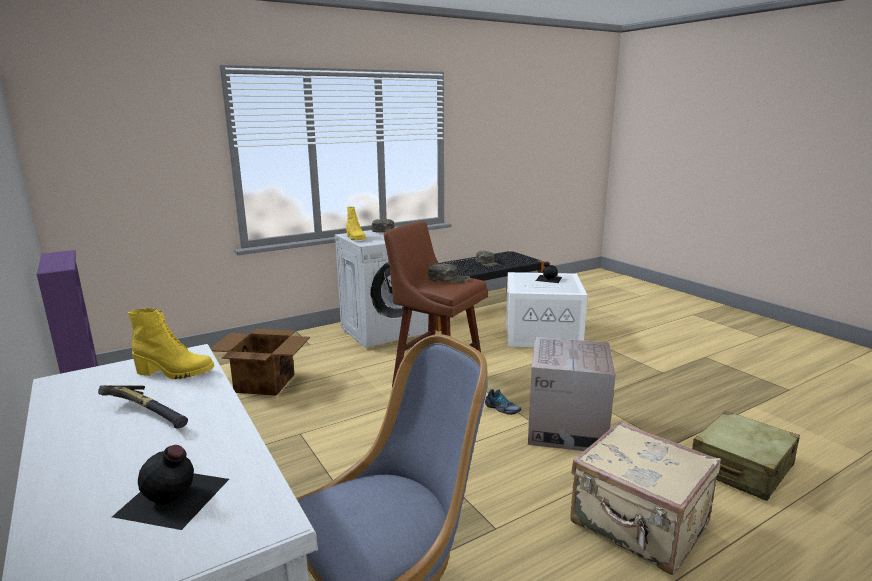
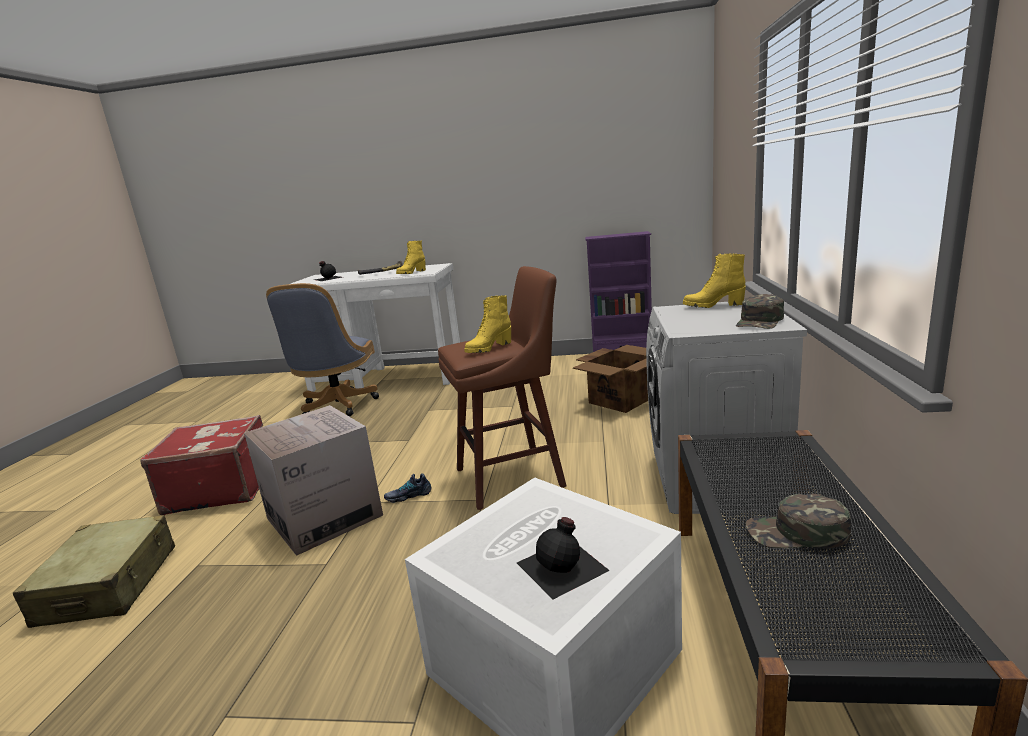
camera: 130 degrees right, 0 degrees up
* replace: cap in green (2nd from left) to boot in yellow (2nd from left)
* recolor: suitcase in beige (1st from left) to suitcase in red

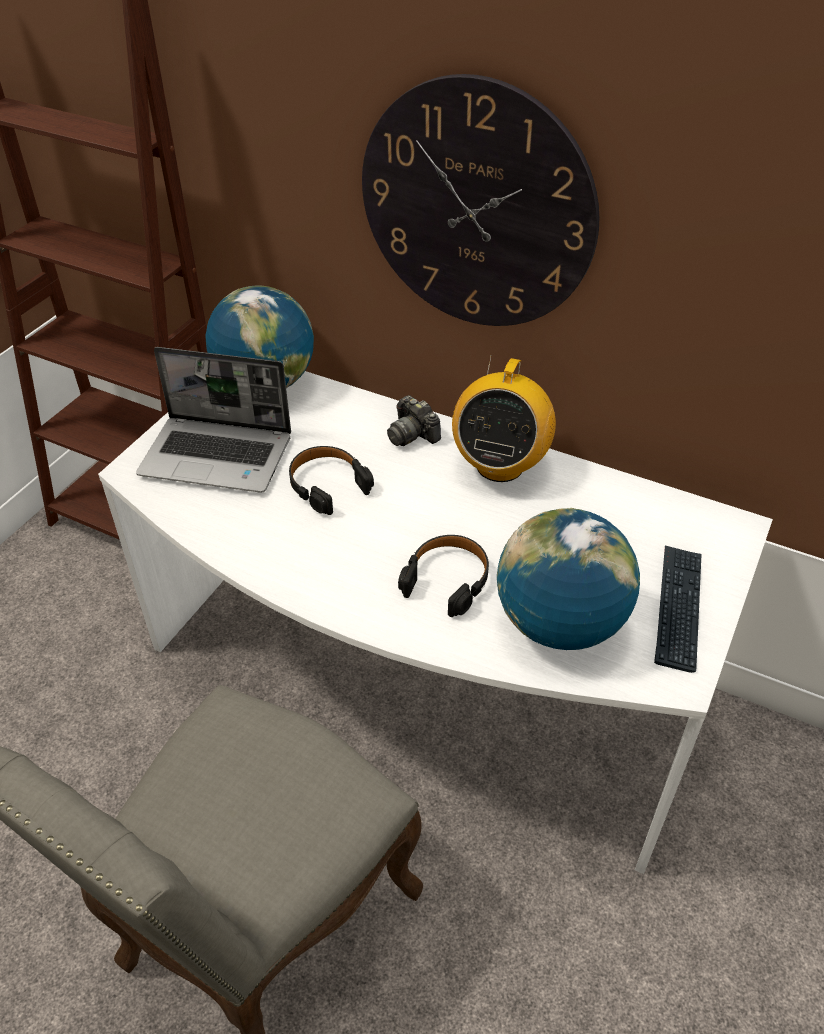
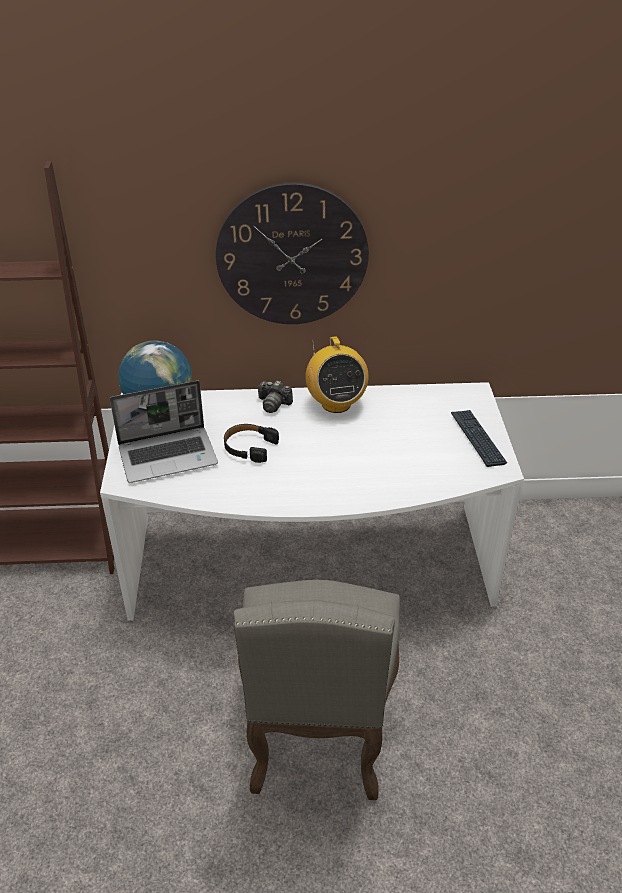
camera: 30 degrees left, 5 degrees down
* delete: globe (2nd from left)
* delete: headphones in black (2nd from left)

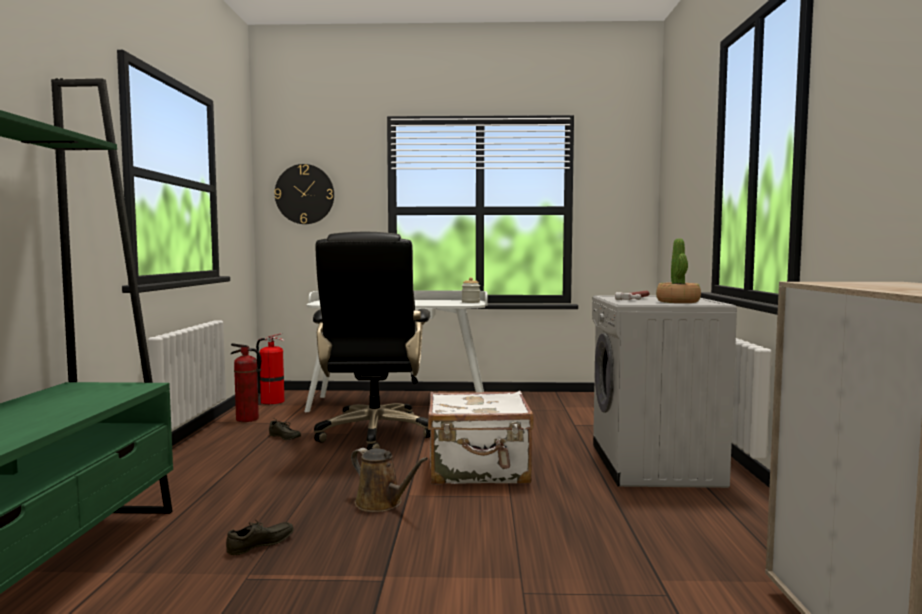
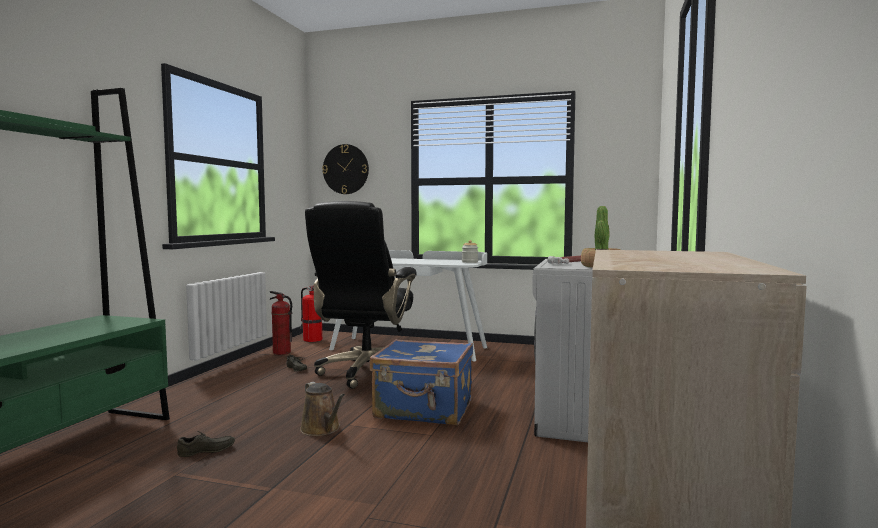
camera: 15 degrees right, 0 degrees up
* recolor: suitcase in white to suitcase in blue

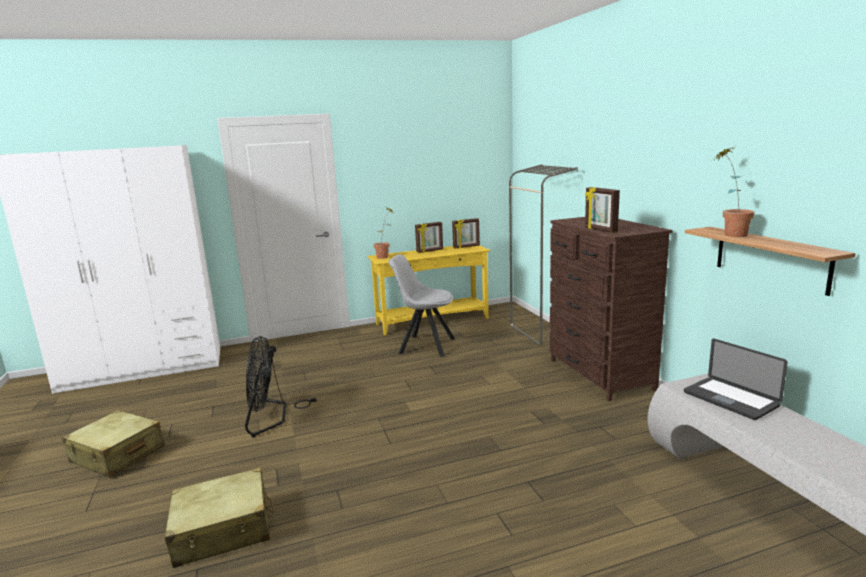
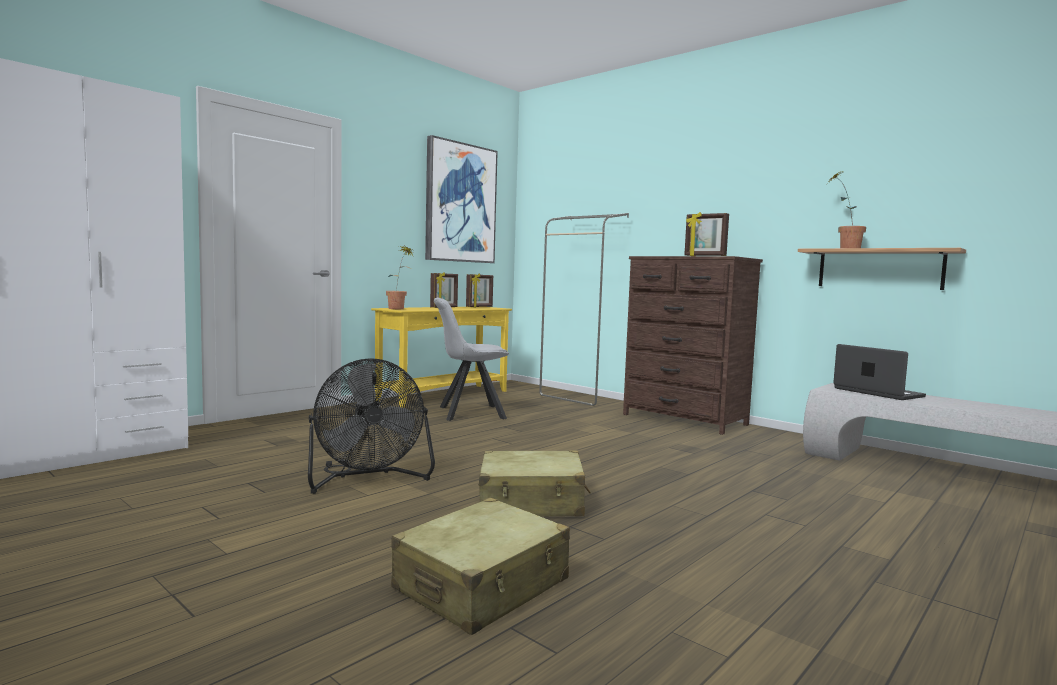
camera: 30 degrees left, 10 degrees down
* rotate: fan in black 75 degrees counterclockwise
* rotate: laptop 150 degrees counterclockwise
* move: suitcase in beige (1st from left in the first image) to suitcase in beige (2nd from left)
* insert: picture

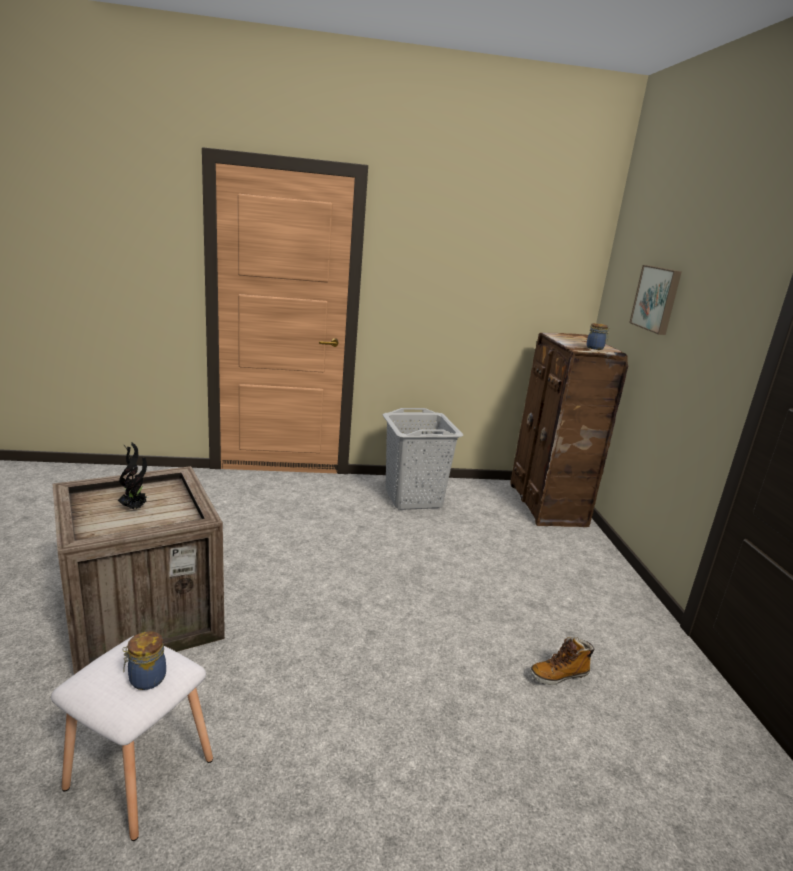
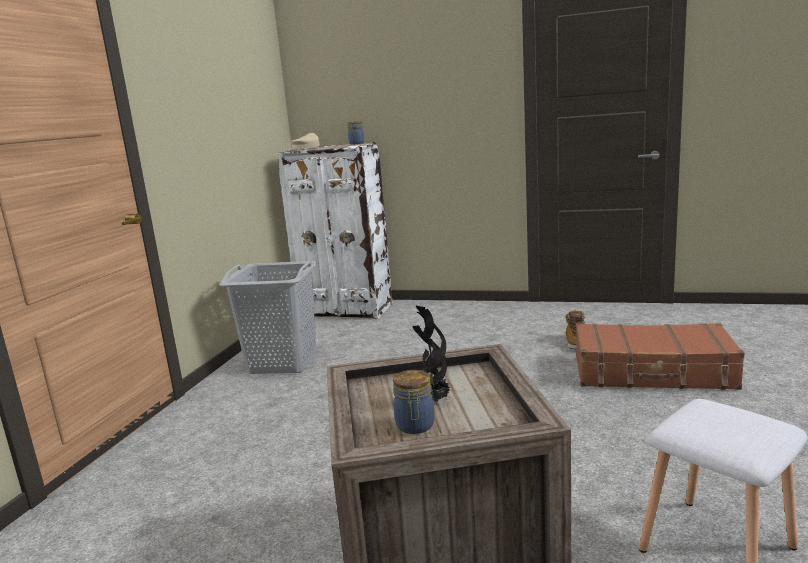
camera: 65 degrees left, 5 degrees down
* delete: picture
* recolor: cabinet in brown to cabinet in white
* move: jar (1st from left in the first image) to jar (2nd from left)
* insert: cap in beige
* insert: suitcase in brown

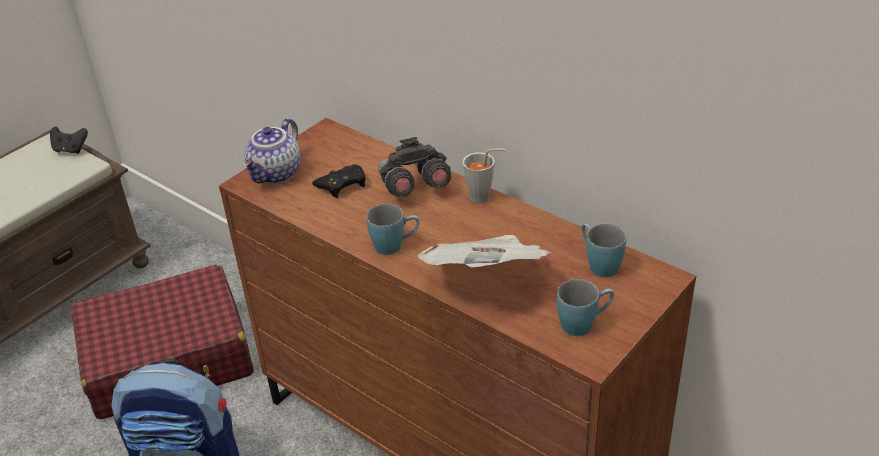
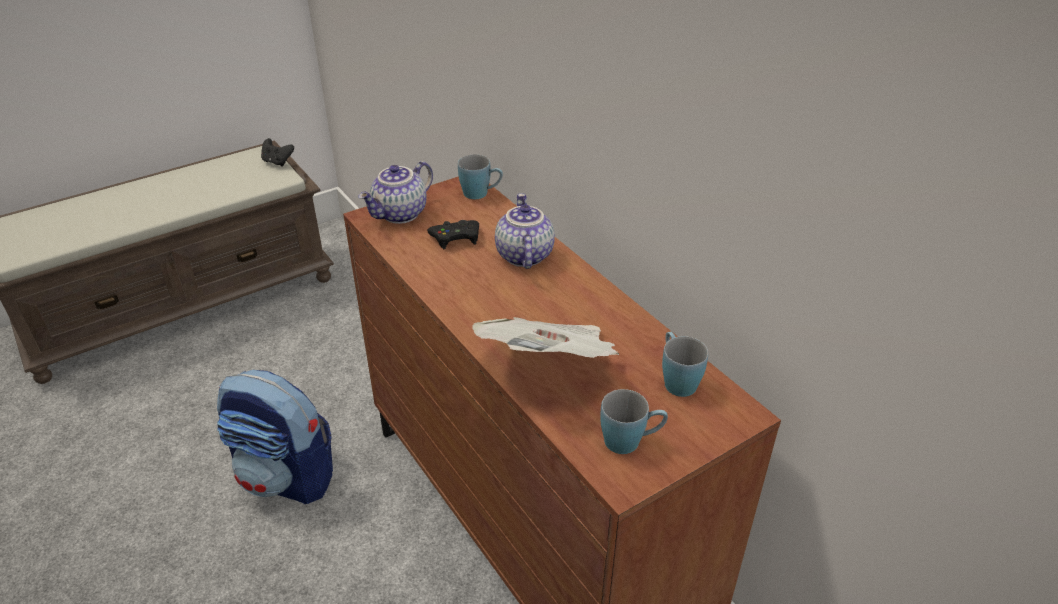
camera: 15 degrees right, 0 degrees up
* replace: binoculars in grey to teapot (2nd from left)
* delete: cup in grey
* move: mug in blue (1st from left)
* delete: suitcase in red

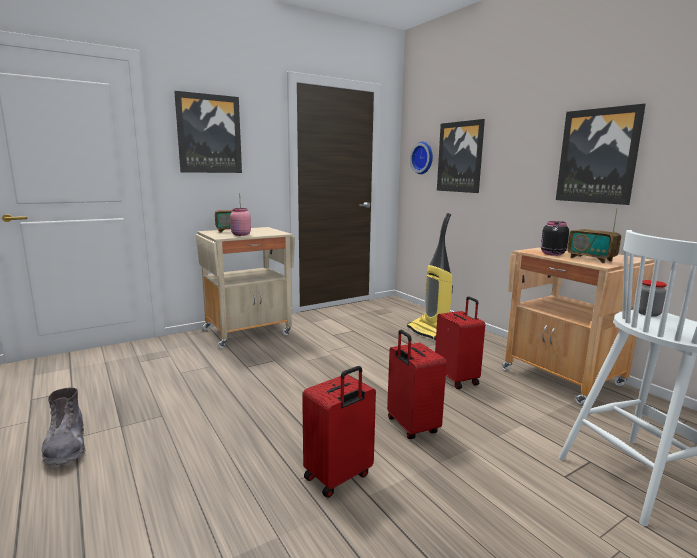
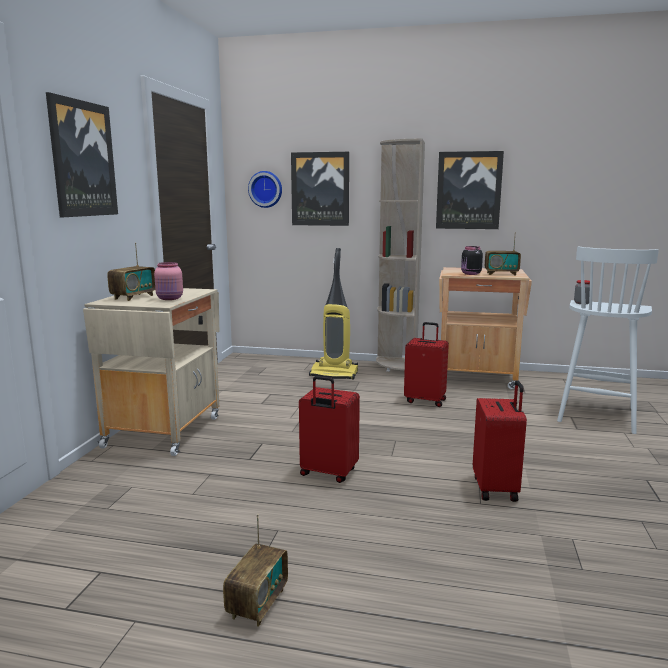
camera: 45 degrees left, 0 degrees up
* move: suitcase in red (2nd from left in the first image) to suitcase in red (1st from left)
* replace: boot in grey to radio (2nd from left)
* insert: bookcase in beige

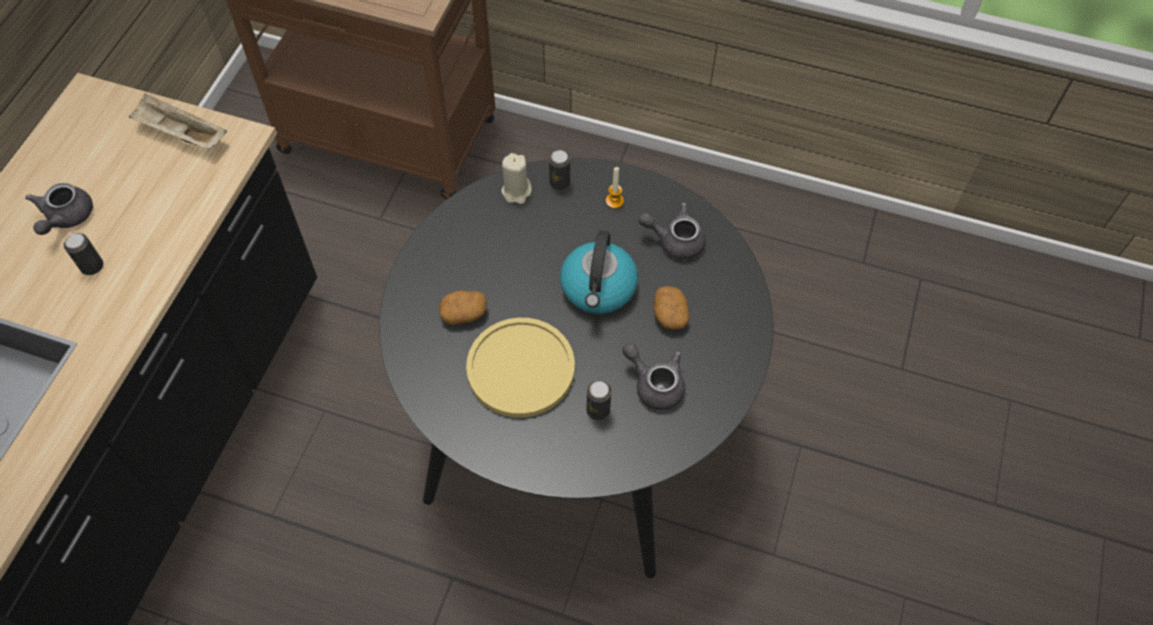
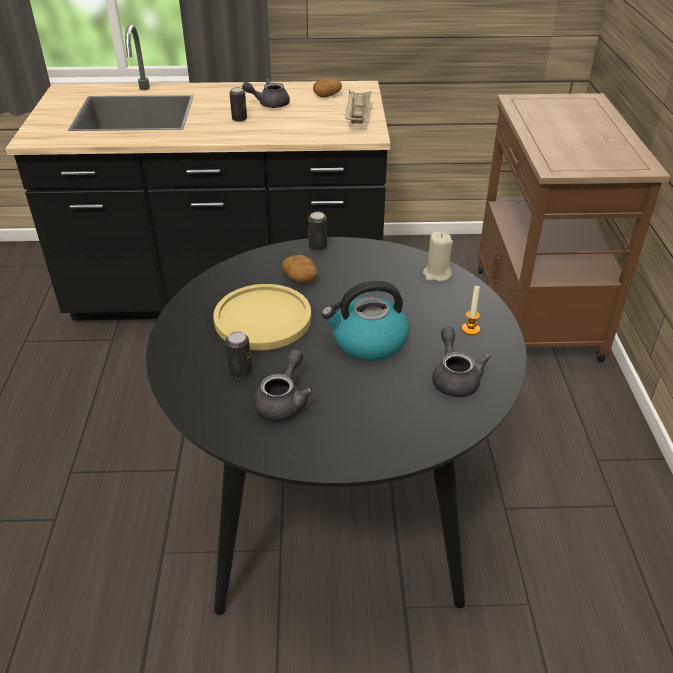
camera: 70 degrees right, 20 degrees down
* move: can (2nd from left in the first image) to can (3rd from left)
* move: potato (2nd from left)

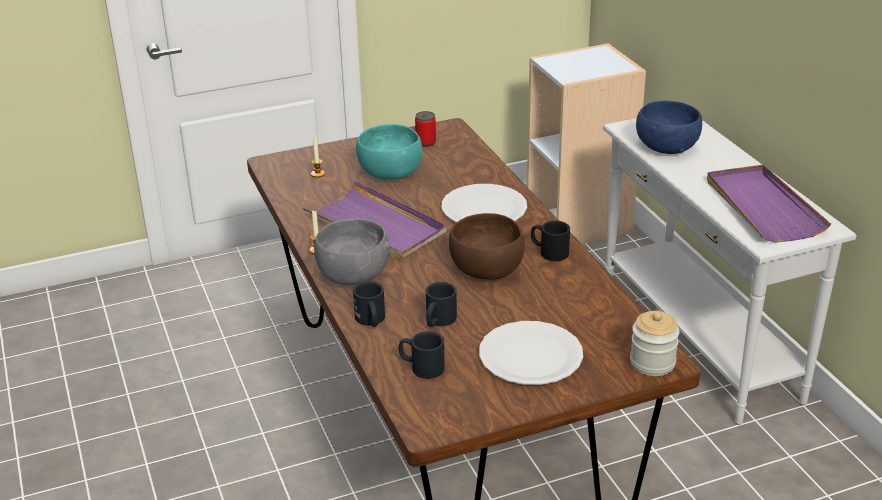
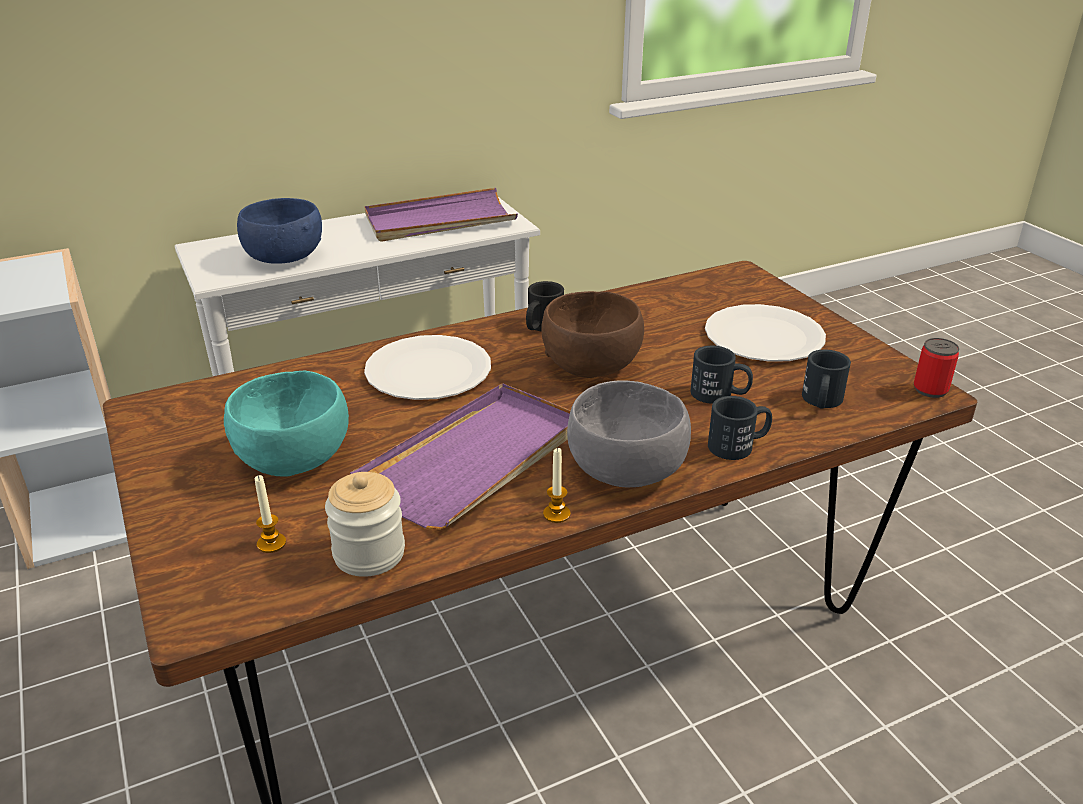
camera: 95 degrees left, 0 degrees up
* move: can
* move: jar

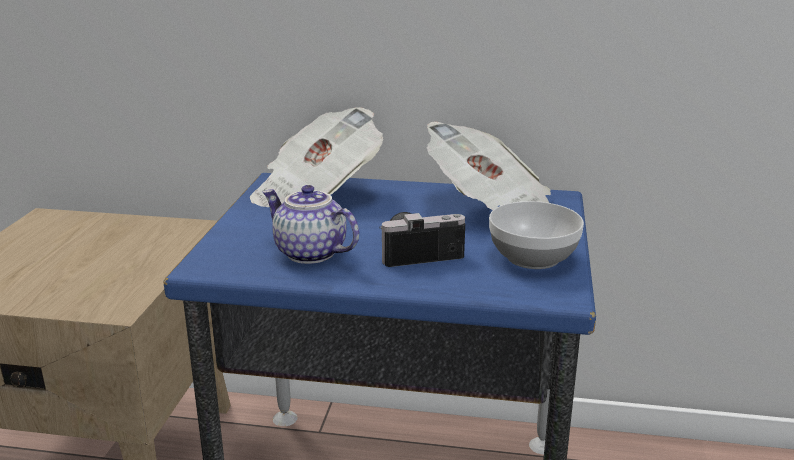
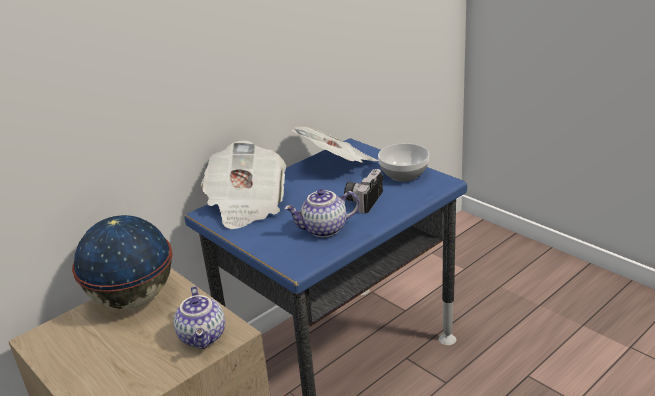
camera: 50 degrees left, 5 degrees up
* insert: globe
* insert: teapot (1st from left)

